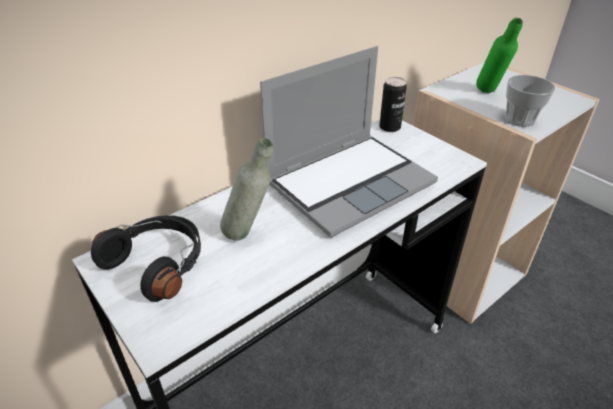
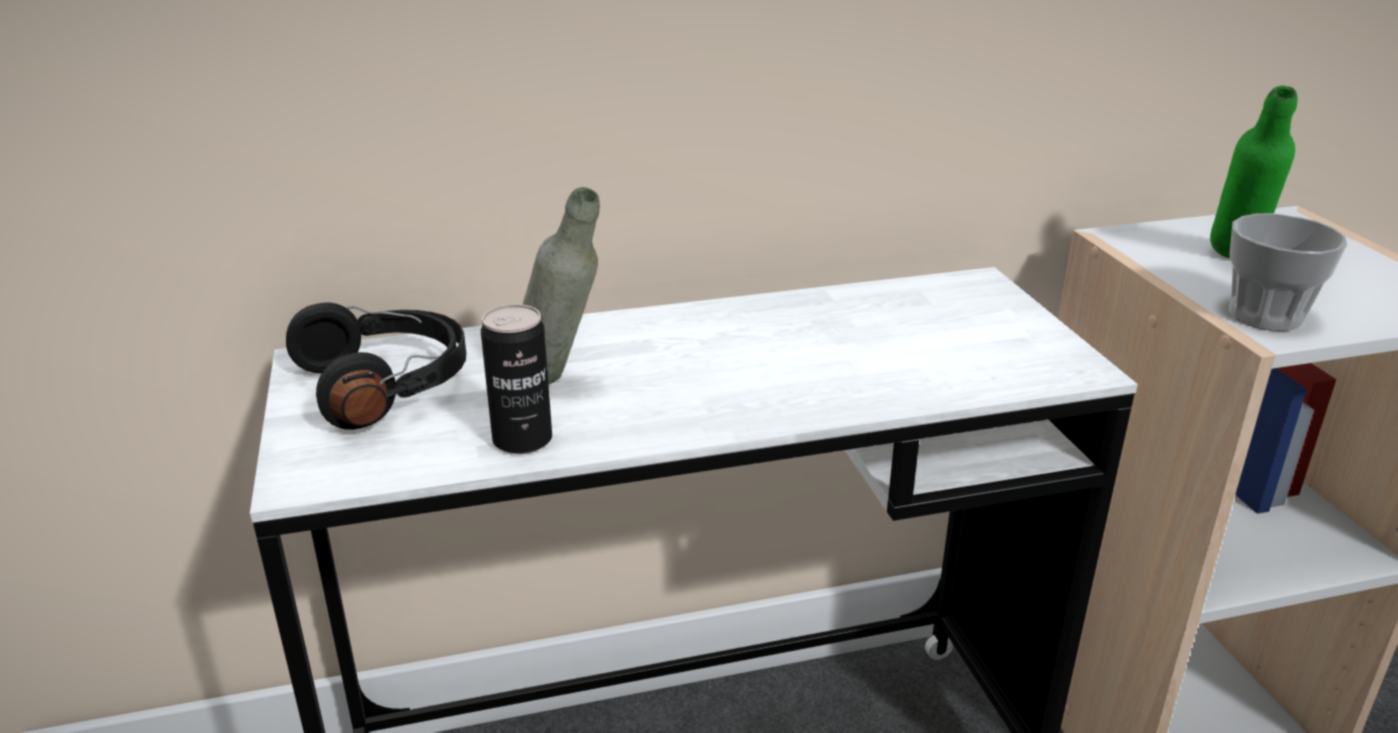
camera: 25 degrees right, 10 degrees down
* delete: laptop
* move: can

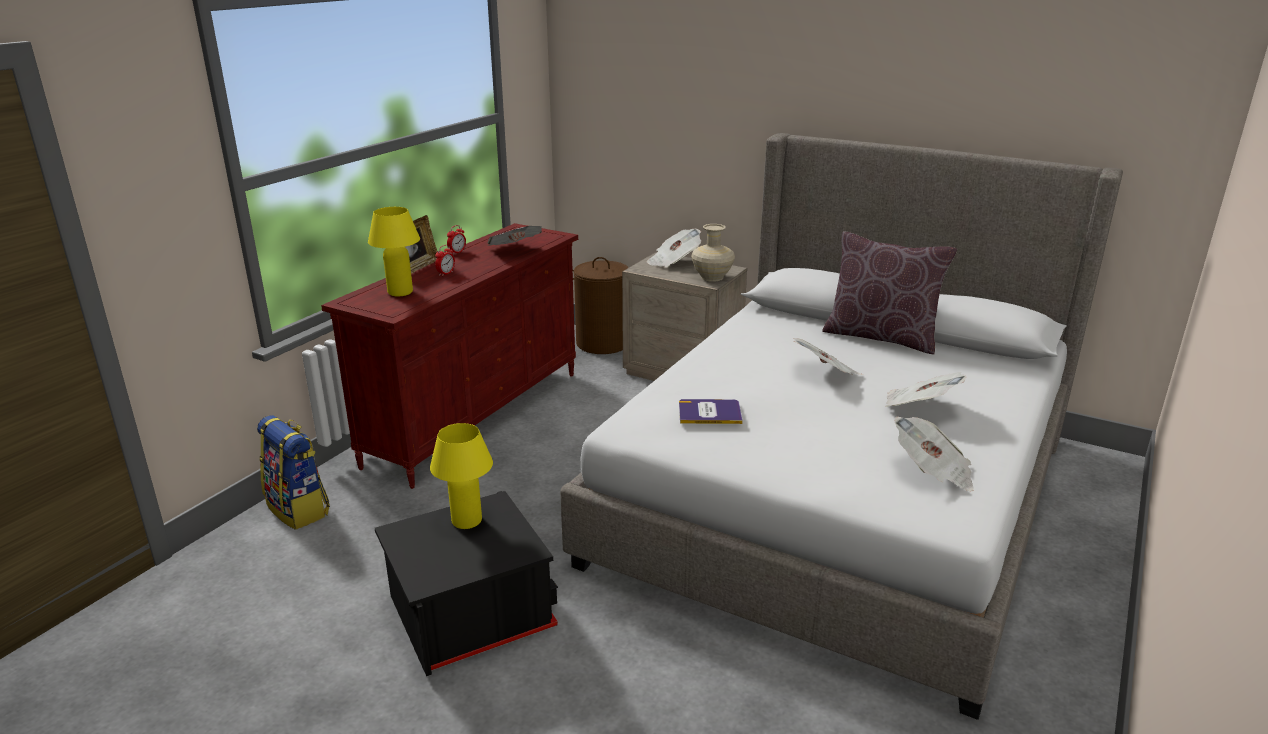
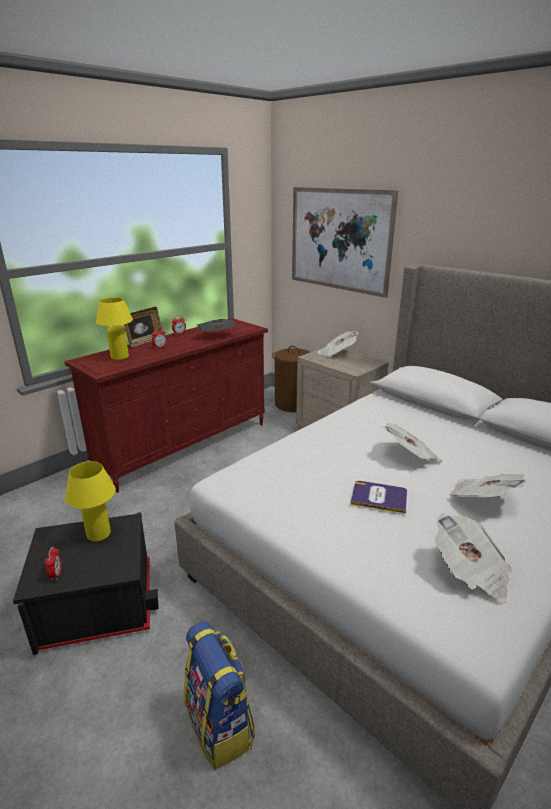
camera: 15 degrees right, 0 degrees up
* delete: vase in beige
* delete: pillow in brown
* move: book
* move: backpack
* insert: picture
* insert: alarm clock (1st from left)

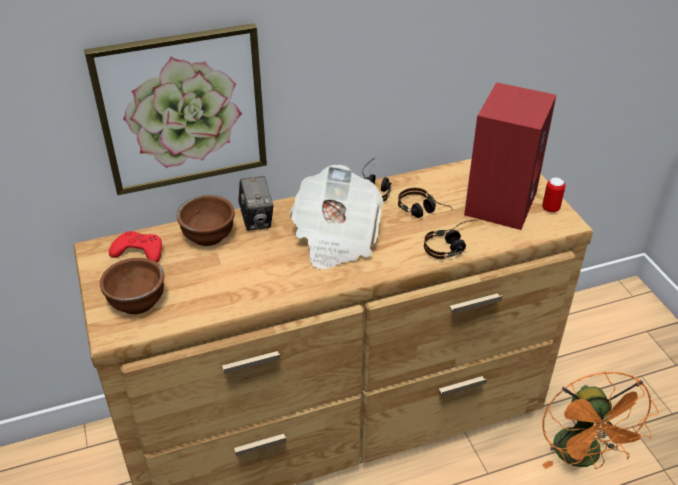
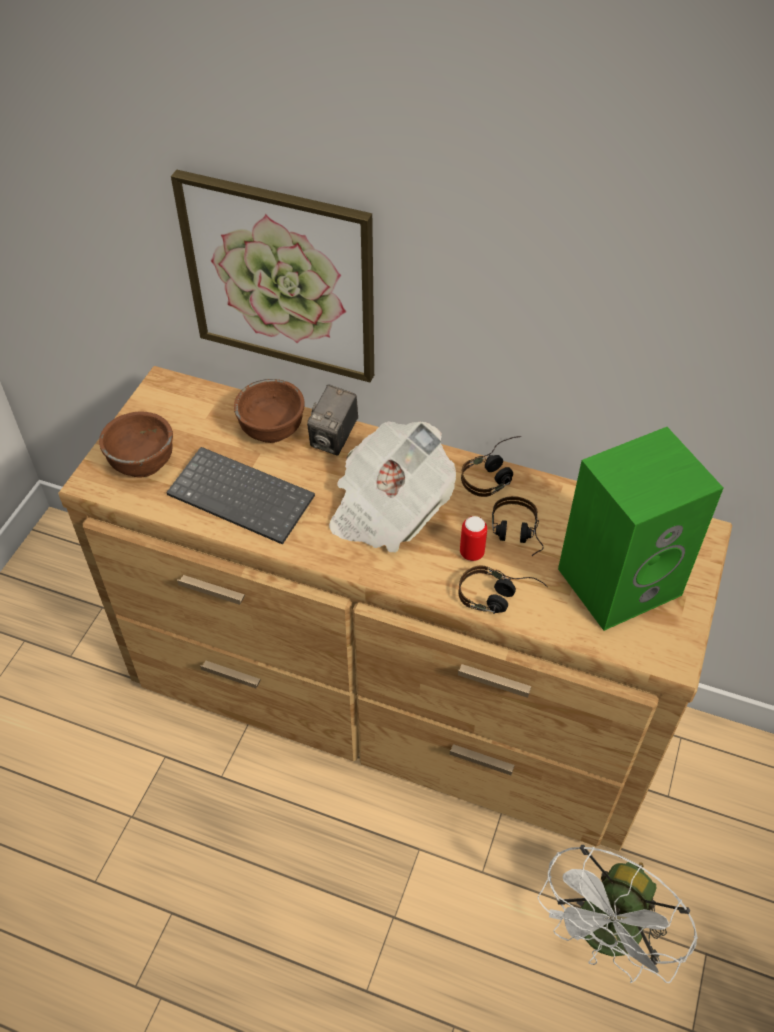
camera: 40 degrees right, 10 degrees up
* recolor: speaker in red to speaker in green
* move: can
* delete: game controller in red
* recolor: fan in orange to fan in white
* insert: keyboard

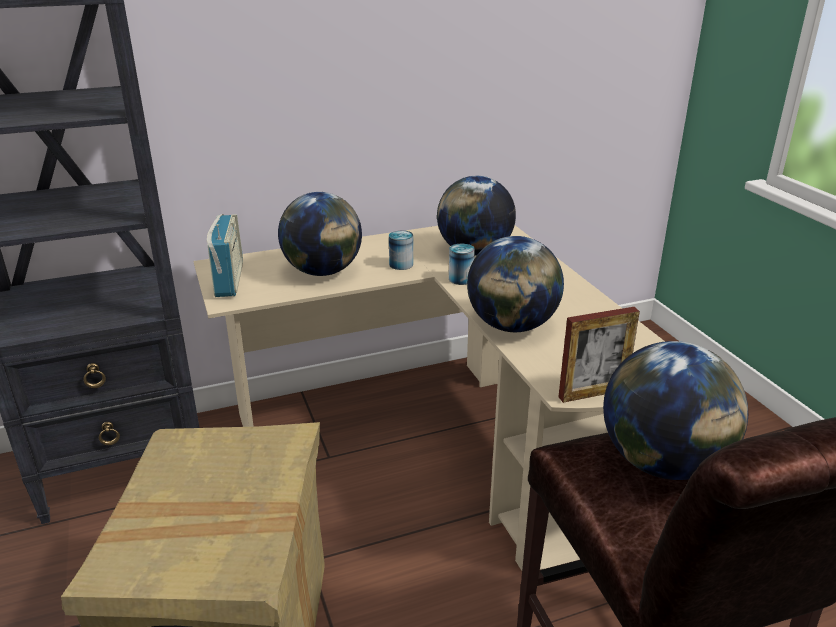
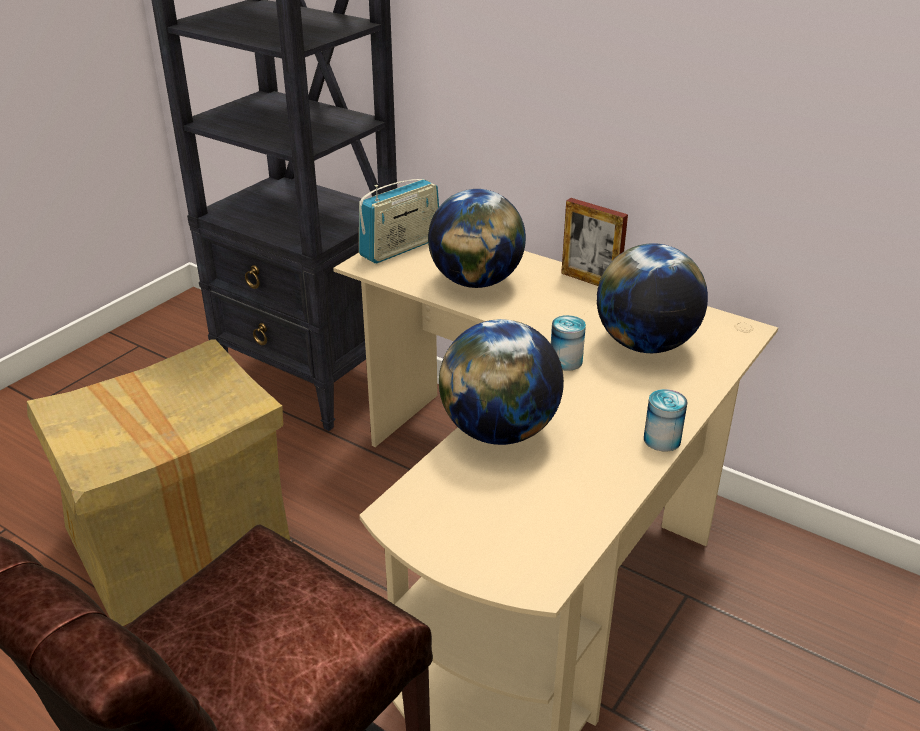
camera: 55 degrees right, 5 degrees up
* move: can (1st from left in the first image) to can (2nd from left)
* move: picture frame
* delete: globe (4th from left)

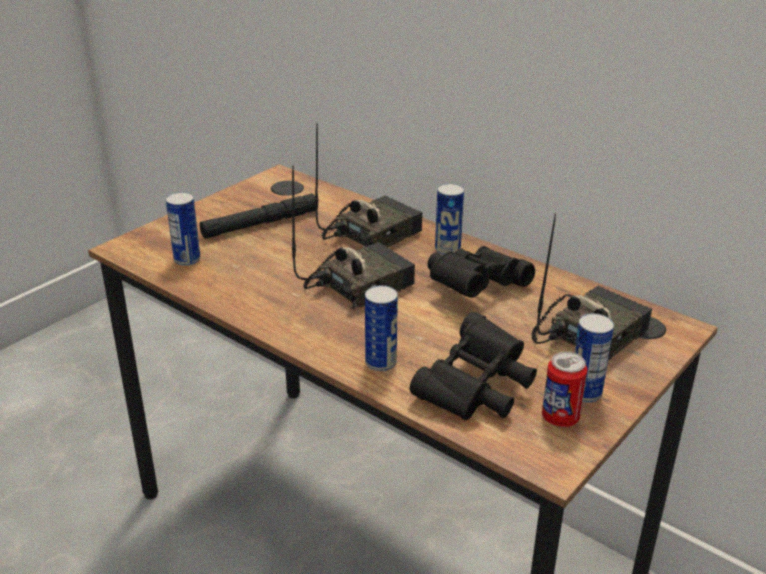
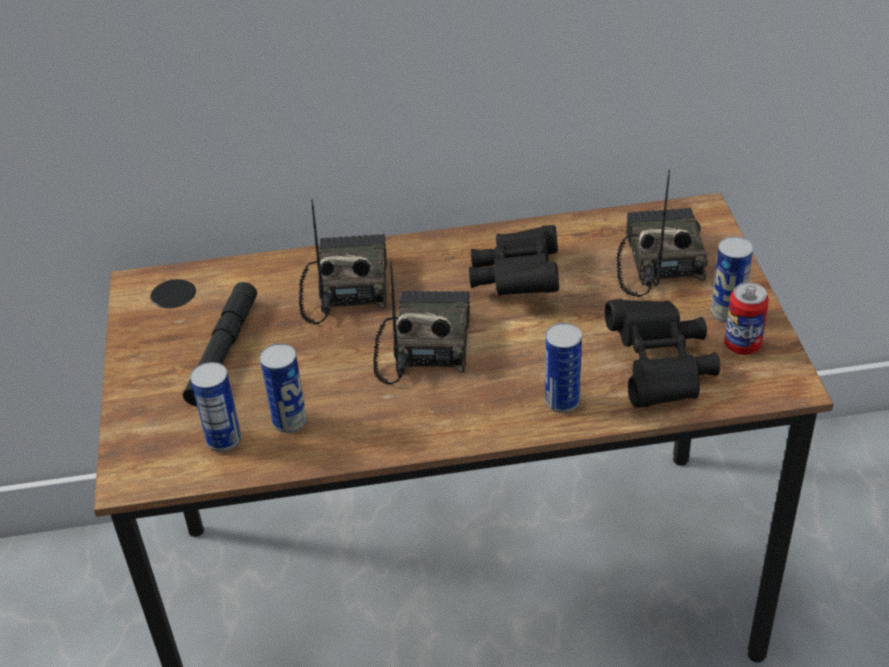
camera: 45 degrees left, 10 degrees up
* move: can (3rd from left in the first image) to can (2nd from left)

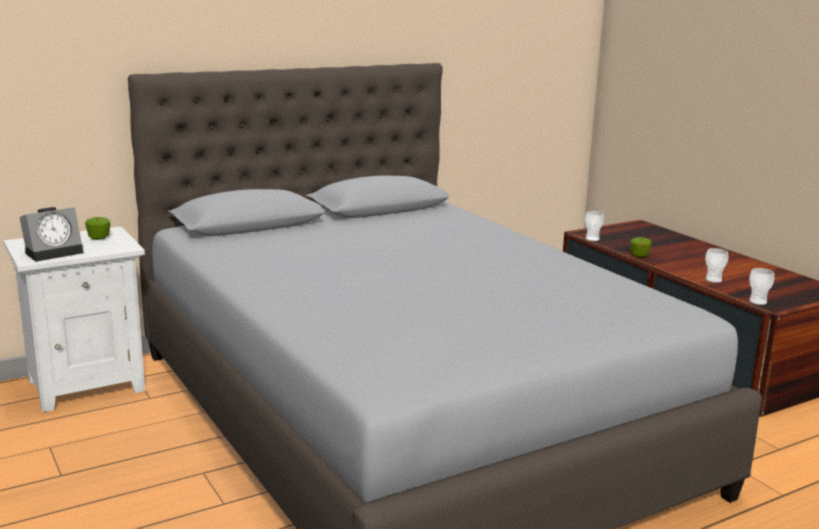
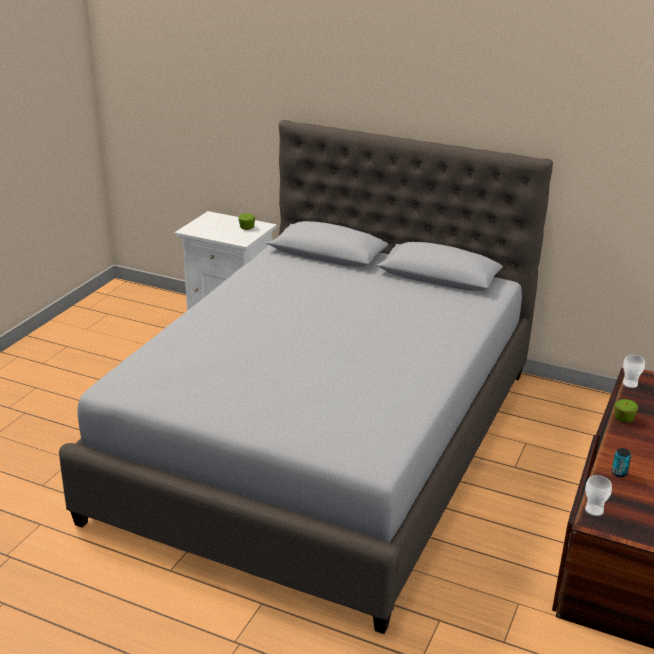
camera: 55 degrees right, 10 degrees up
* delete: alarm clock
* replace: cup (2nd from left) to can

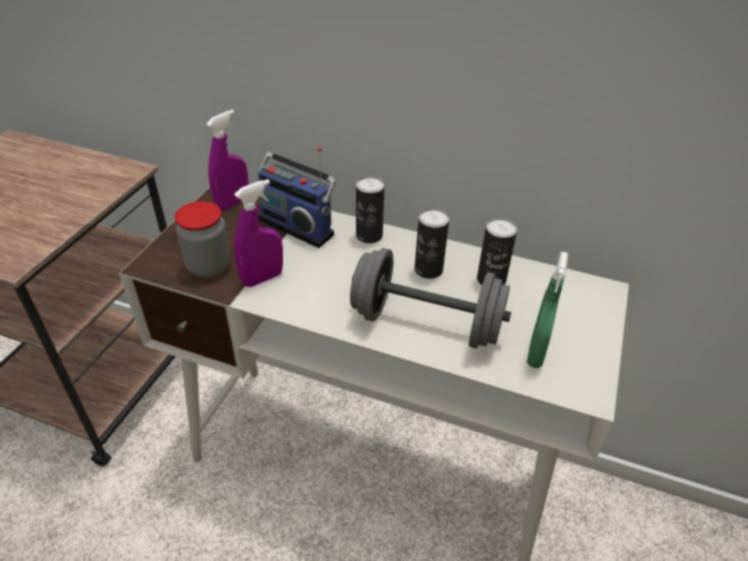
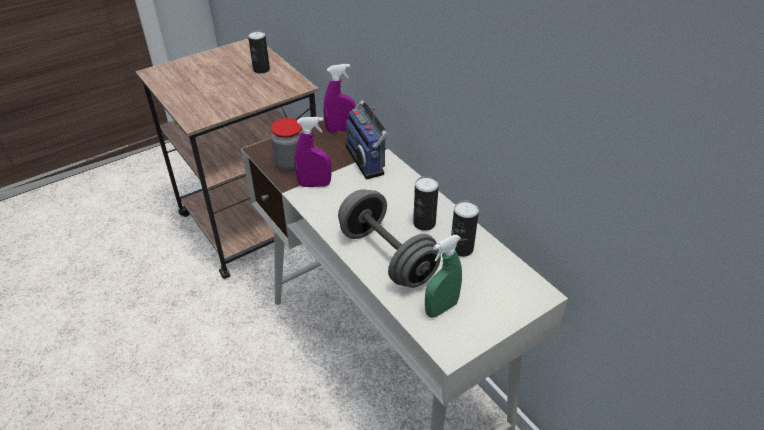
camera: 35 degrees right, 0 degrees up
* move: can (1st from left)

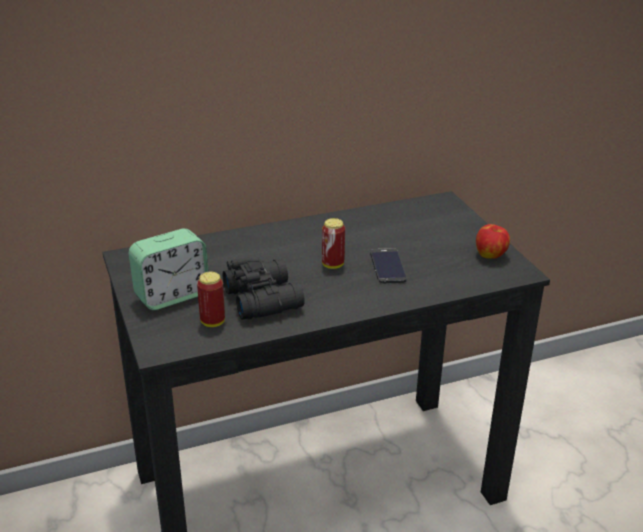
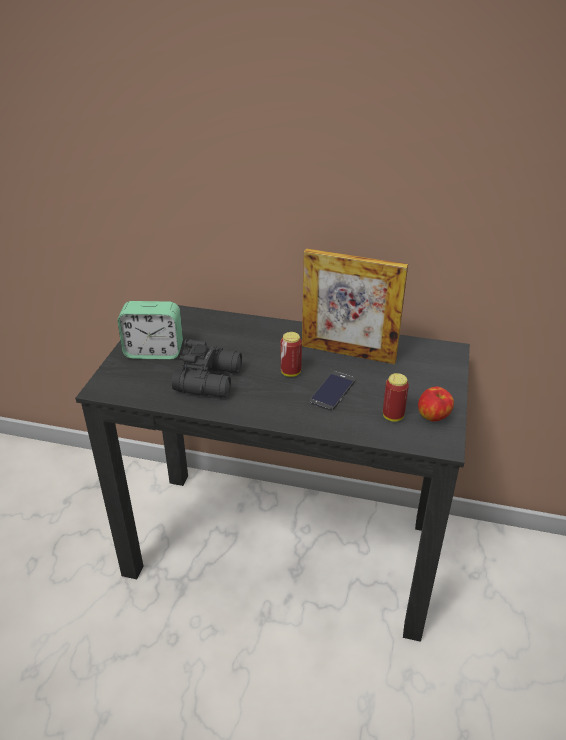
camera: 35 degrees right, 5 degrees up
* move: can (1st from left in the first image) to can (2nd from left)
* insert: picture frame

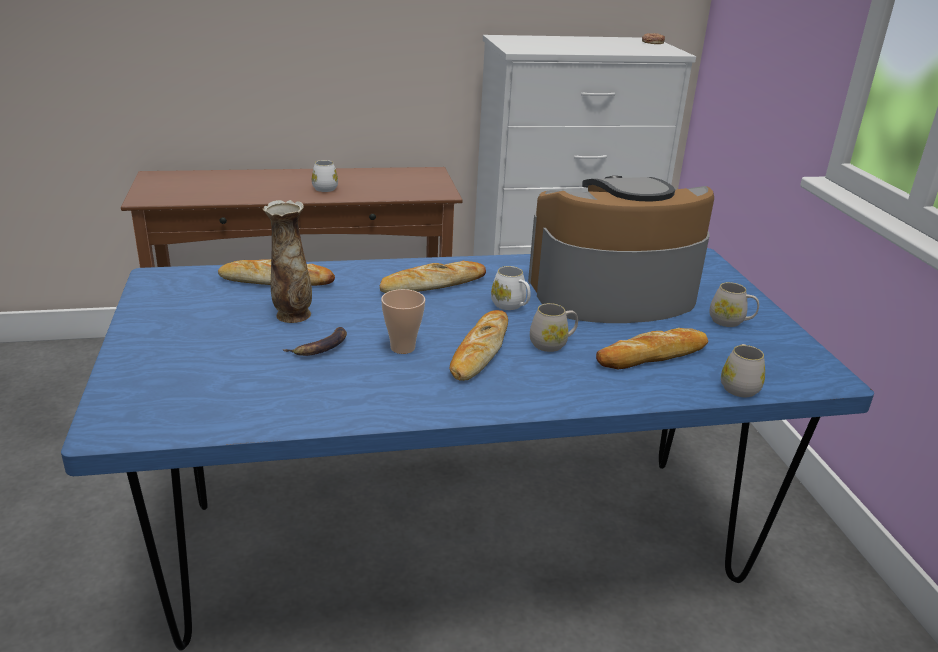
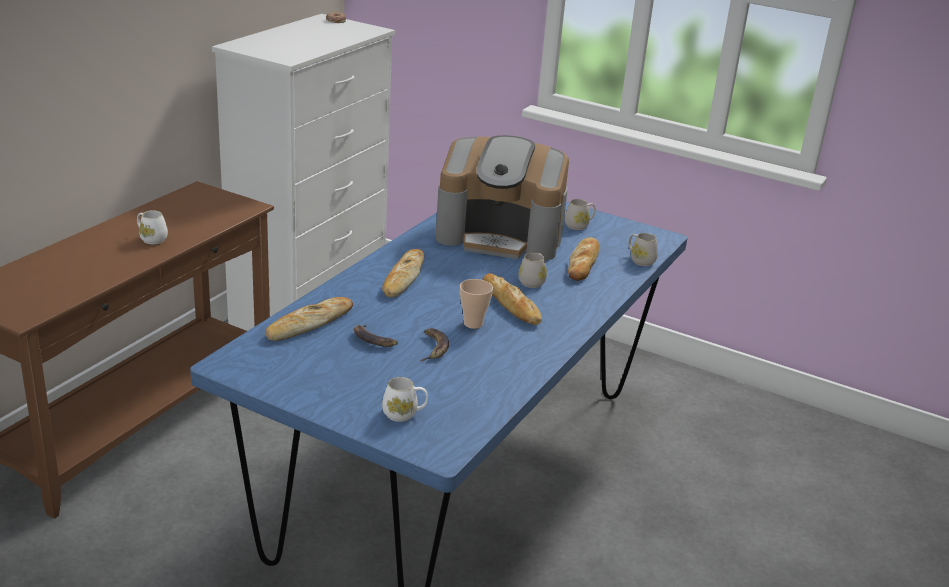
camera: 50 degrees left, 0 degrees up
* rotate: coffee machine 105 degrees counterclockwise
* replace: vase to banana (1st from left)
* move: mug in white (2nd from left)

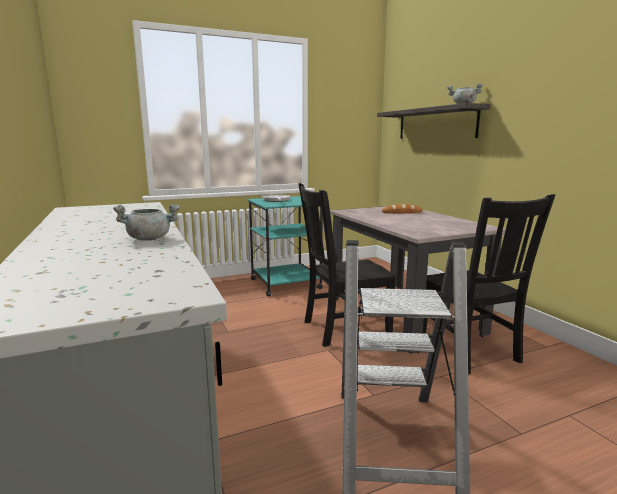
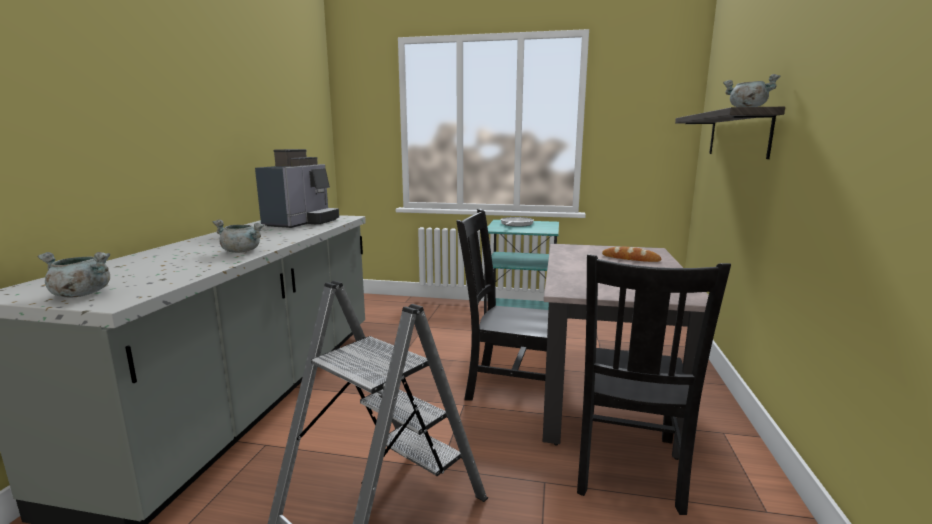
camera: 35 degrees right, 0 degrees up
* insert: coffee machine
* insert: cooking pot in grey (1st from left)

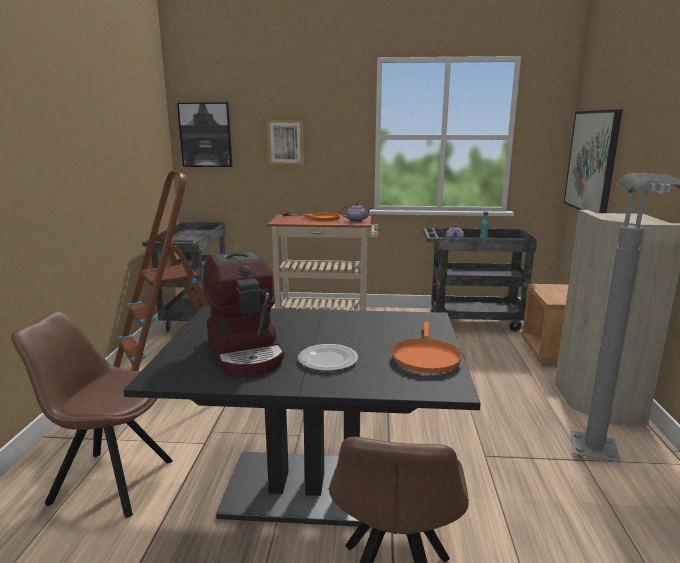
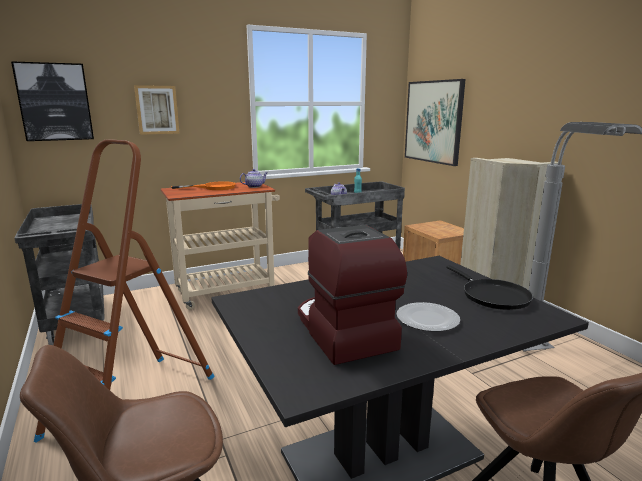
camera: 30 degrees left, 0 degrees up
* rotate: coffee machine 150 degrees counterclockwise
* recolor: frying pan in orange (2nd from left) to frying pan in black

